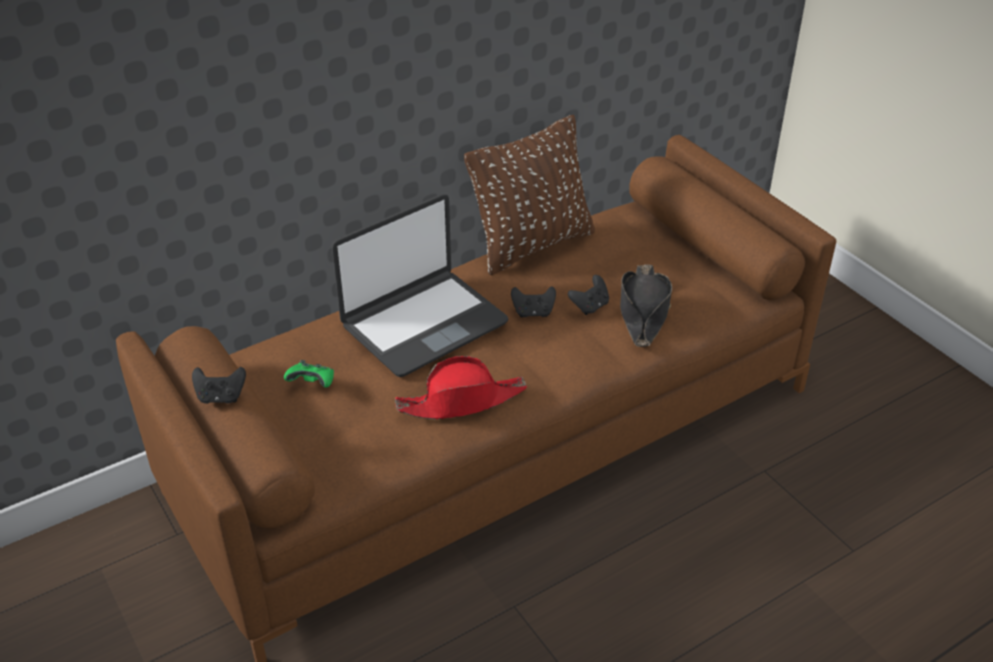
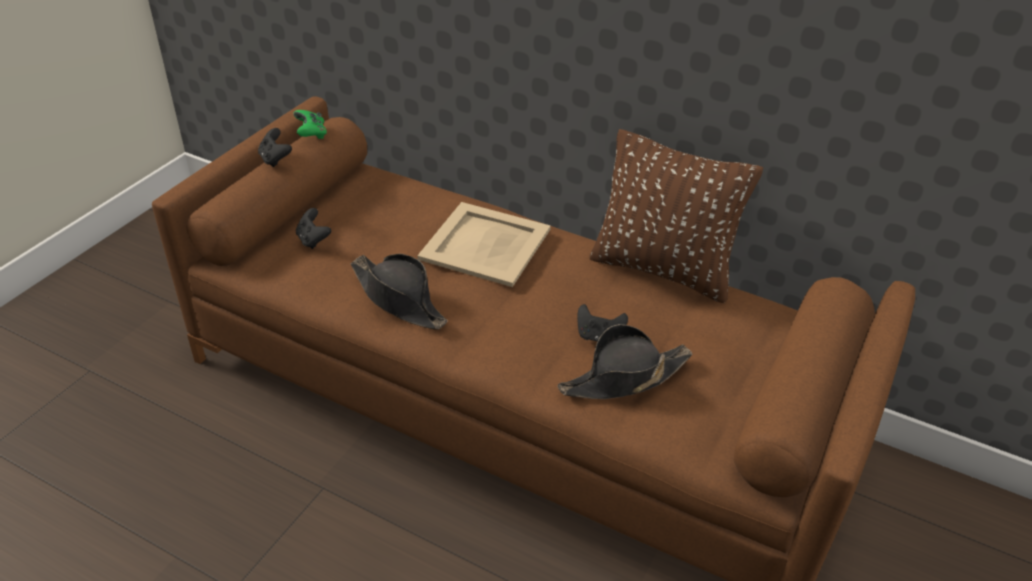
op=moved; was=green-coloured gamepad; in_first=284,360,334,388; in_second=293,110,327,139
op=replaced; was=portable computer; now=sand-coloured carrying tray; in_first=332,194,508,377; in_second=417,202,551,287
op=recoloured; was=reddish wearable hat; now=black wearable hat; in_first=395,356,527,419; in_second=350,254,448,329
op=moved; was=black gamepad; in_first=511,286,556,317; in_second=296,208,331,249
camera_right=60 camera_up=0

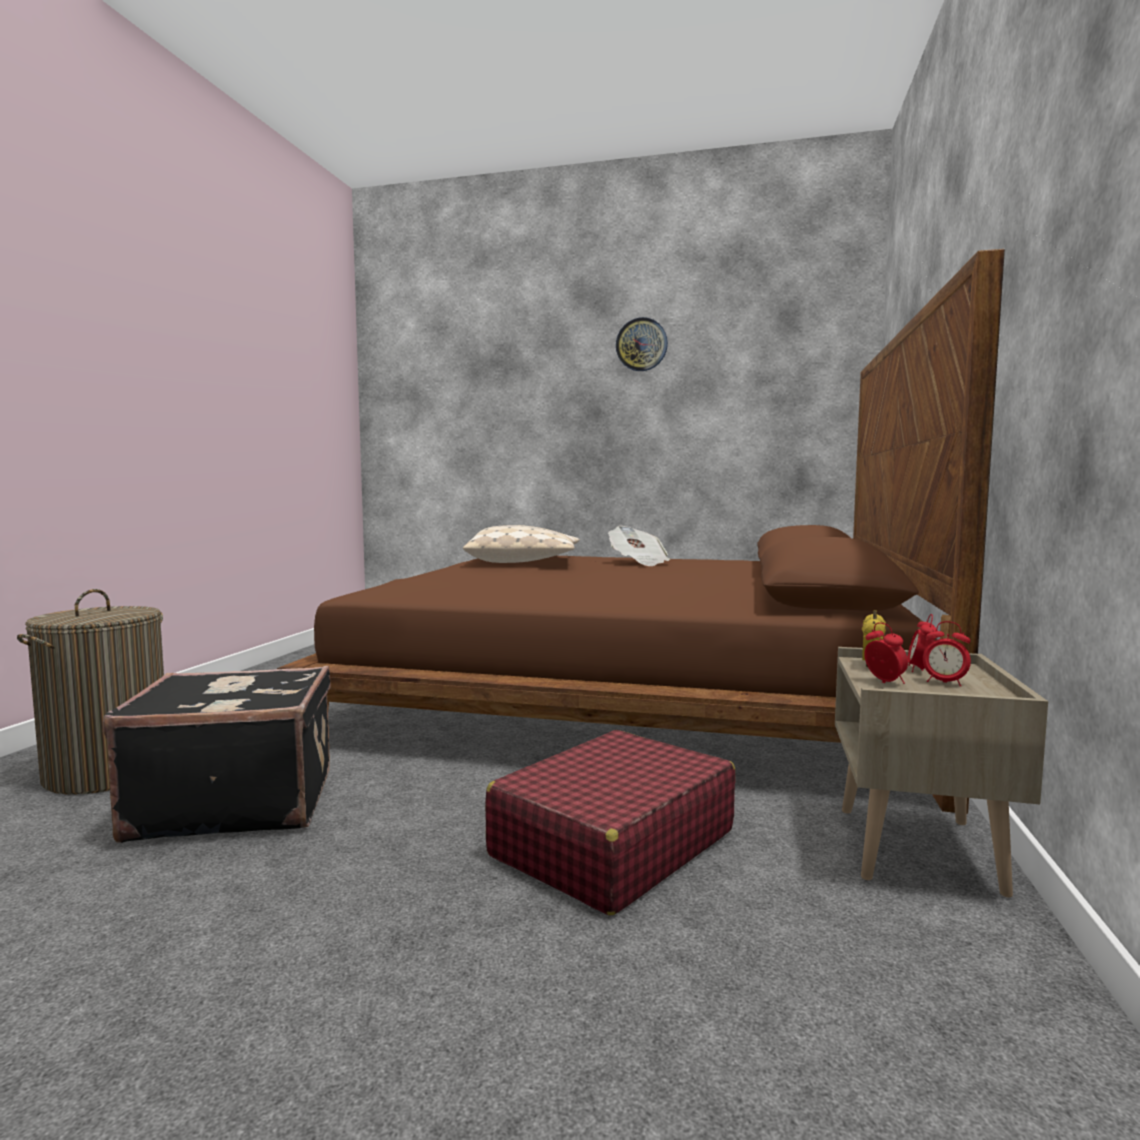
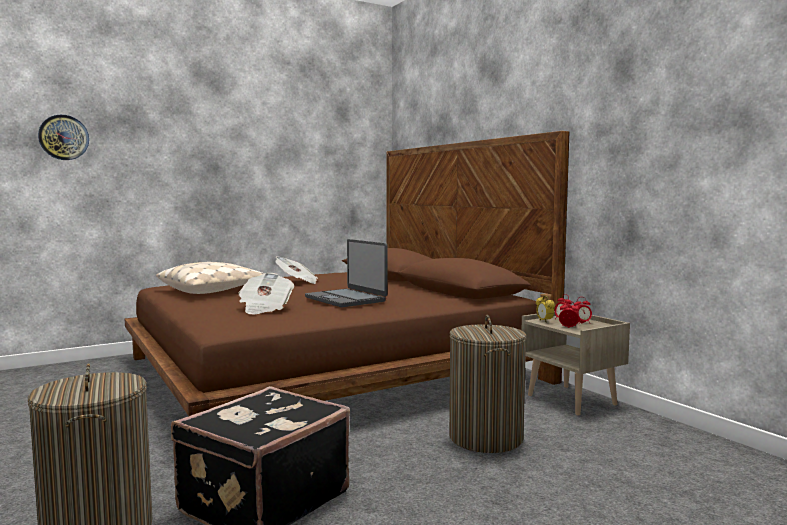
op=replaced; was=reddish travel case; now=laundry basket; in_first=485,730,736,915; in_second=449,315,527,453
op=moved; was=clock on the wall; in_first=616,317,668,371; in_second=38,115,89,160
op=added; now=printed paper; in_second=238,273,294,314
op=added; now=portable computer; in_second=305,239,388,307
camera_right=-45 camera_up=0

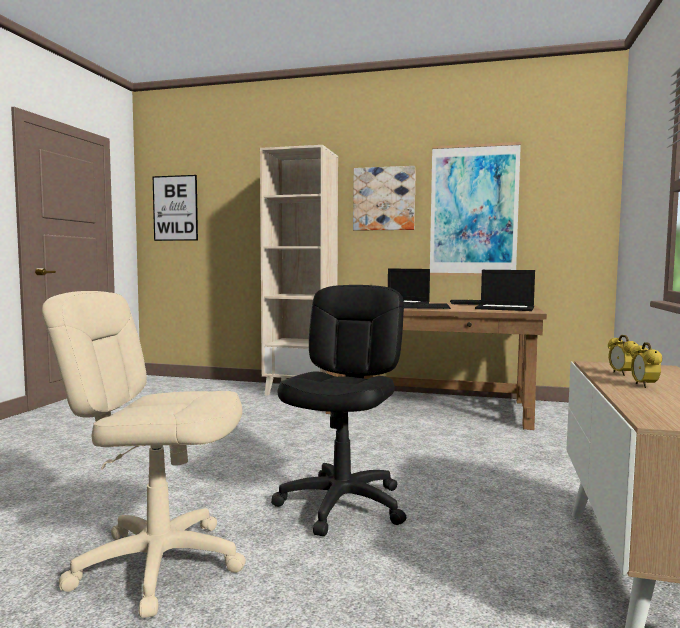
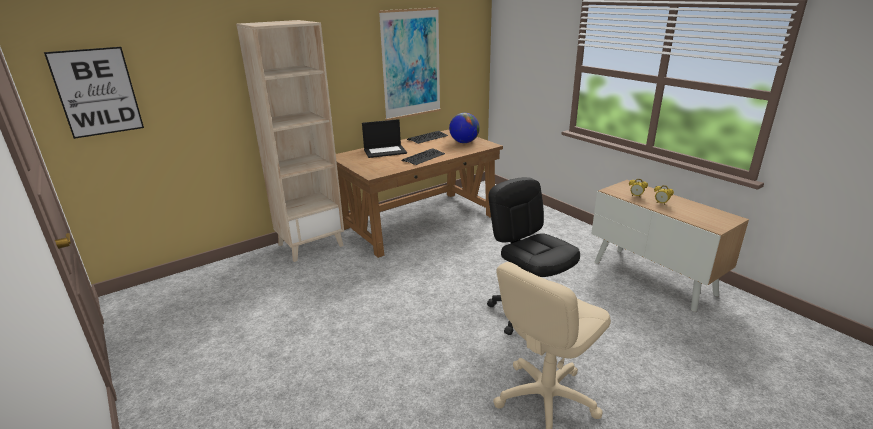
op=removed; was=wall art; in_first=353,166,416,231
op=replaced; was=portable computer; now=globe; in_first=475,270,535,311; in_second=449,113,480,143
camera_right=-50 camera_up=20

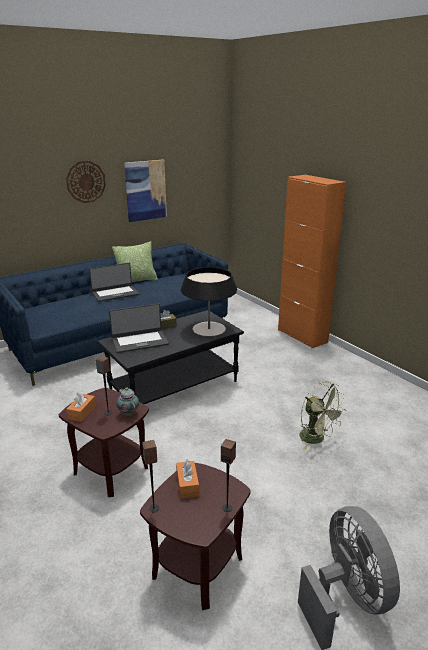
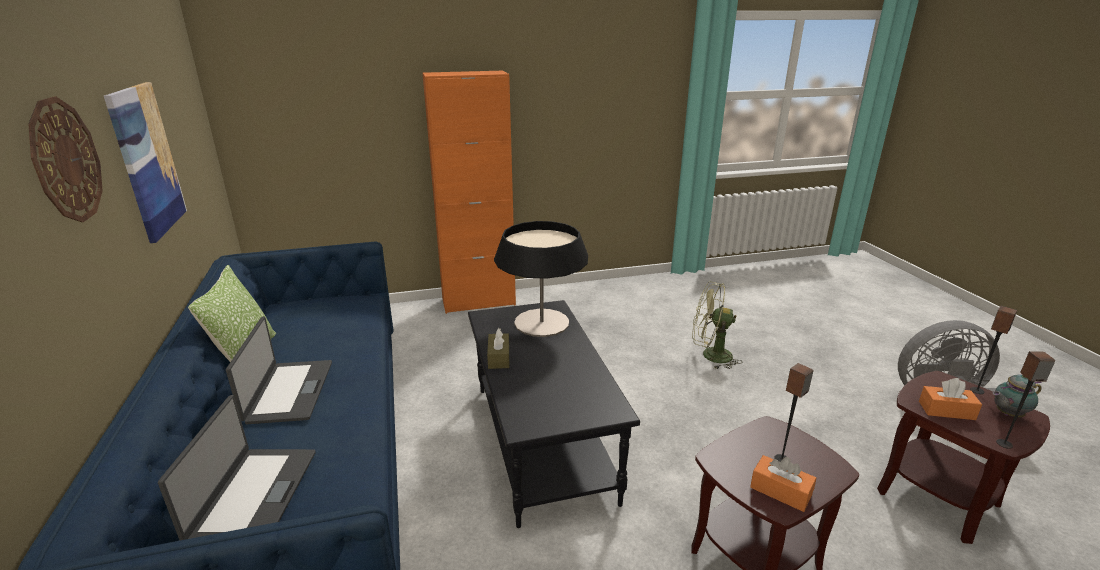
op=moved; was=portable computer; in_first=109,303,169,353; in_second=158,395,316,540
op=moved; was=pot for tea; in_first=117,387,139,416; in_second=993,374,1042,417
op=turned; was=green-coloured electric fan; in_first=299,381,346,450; in_second=692,281,742,369; clockwise=-150
camera_right=-70 camera_up=0

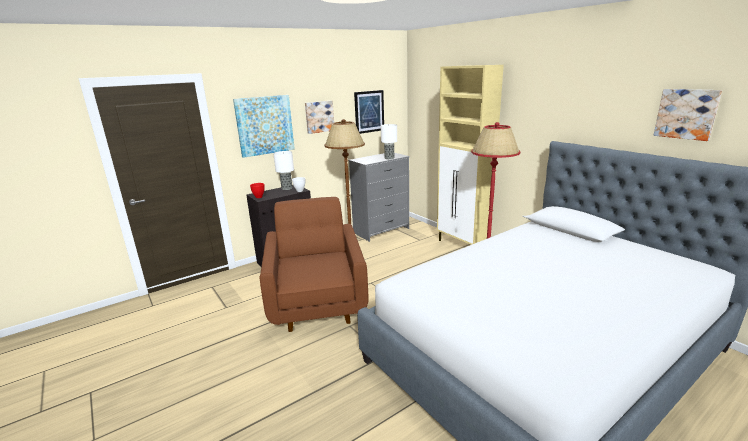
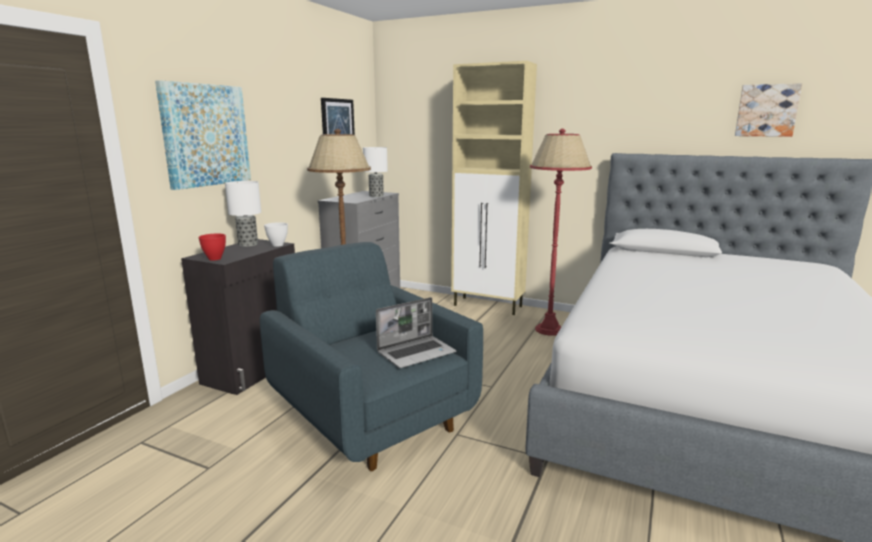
op=recoloured; was=brown lounge chair; now=bluish lounge chair; in_first=260,197,369,332; in_second=260,242,483,471
op=removed; was=wall art; in_first=305,101,334,134
op=added; now=portable computer; in_second=376,297,456,368
camera_right=-30 camera_up=-5

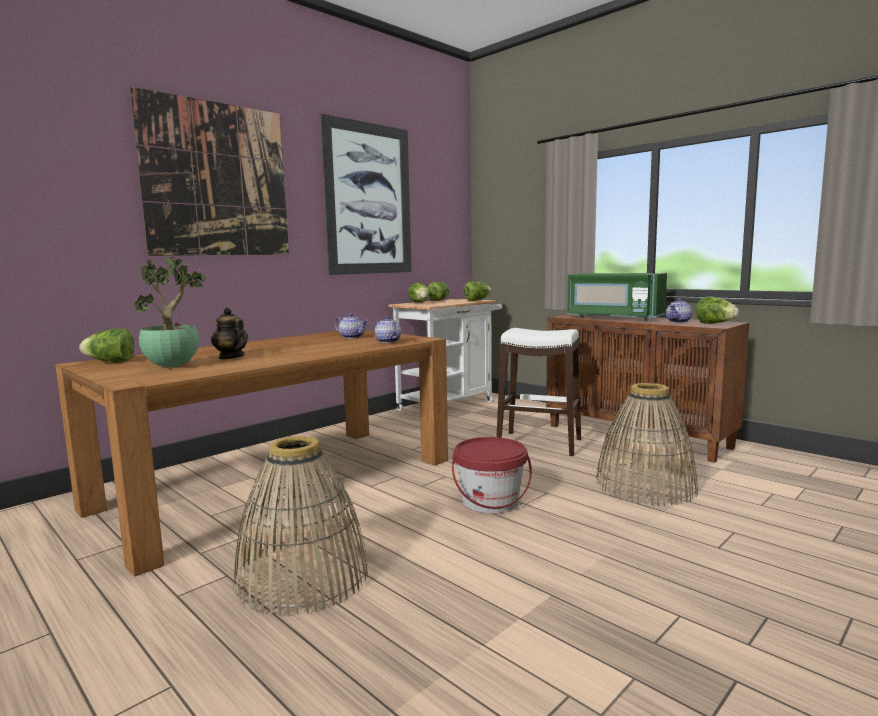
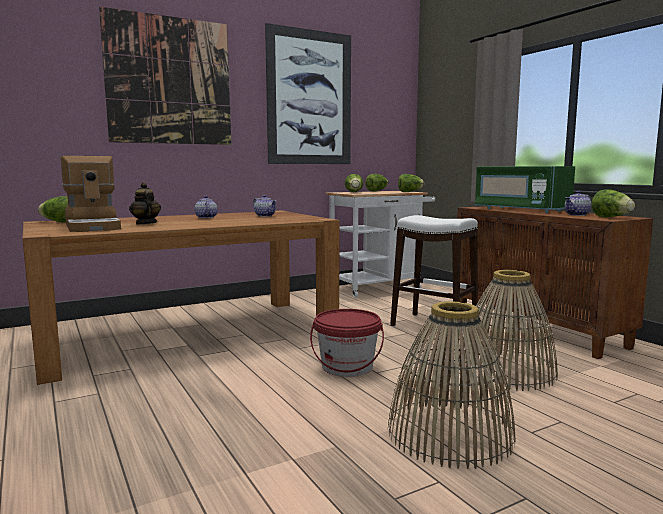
op=replaced; was=plant in a pot; now=coffee machine; in_first=134,257,205,367; in_second=61,156,121,232
op=moved; was=household basket; in_first=234,436,368,616; in_second=388,301,515,469
op=moved; was=pot for tea; in_first=375,316,401,343; in_second=195,196,217,218
camera_right=15 camera_up=0

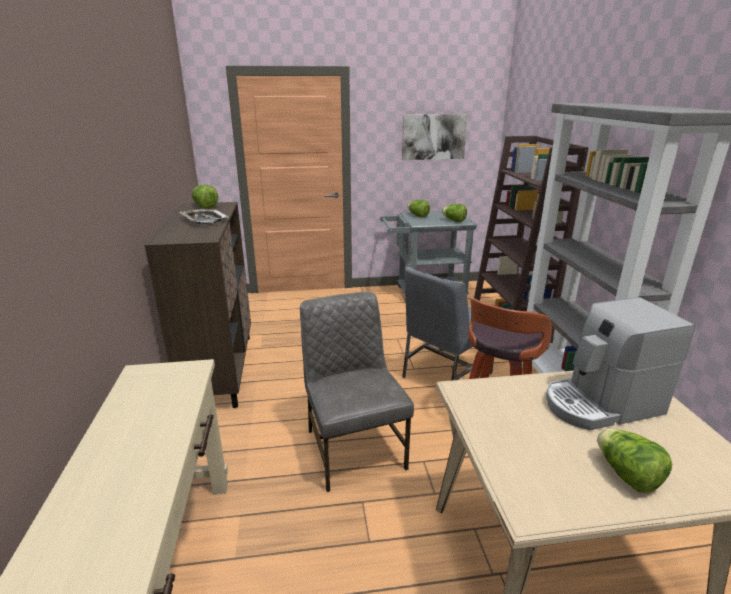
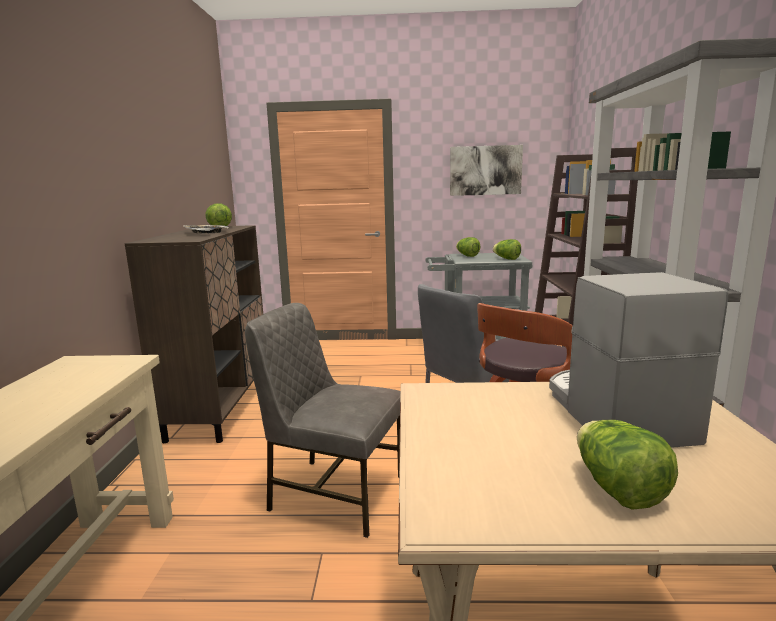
op=turned; was=greyish plain chair; in_first=300,292,414,492; in_second=245,303,400,538; clockwise=-60
op=turned; was=coffee machine; in_first=546,297,695,430; in_second=549,272,728,448; clockwise=90
camera_right=10 camera_up=-10

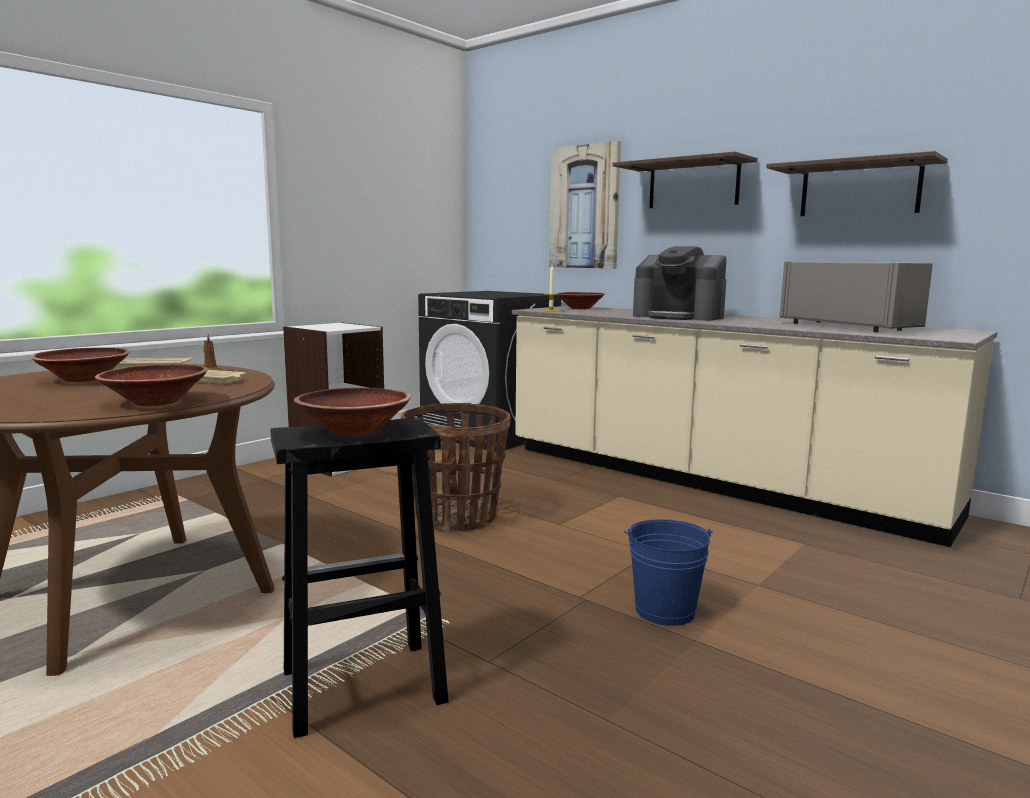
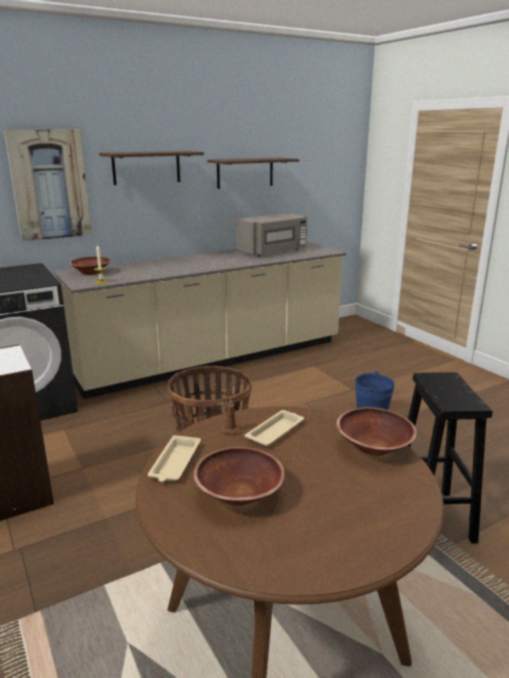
op=removed; was=brown bowl; in_first=294,388,411,437
op=removed; was=coffee machine; in_first=633,246,727,321
op=turned; was=greyish microwave; in_first=780,261,933,332; in_second=236,213,307,257; clockwise=150
camera_right=-70 camera_up=10

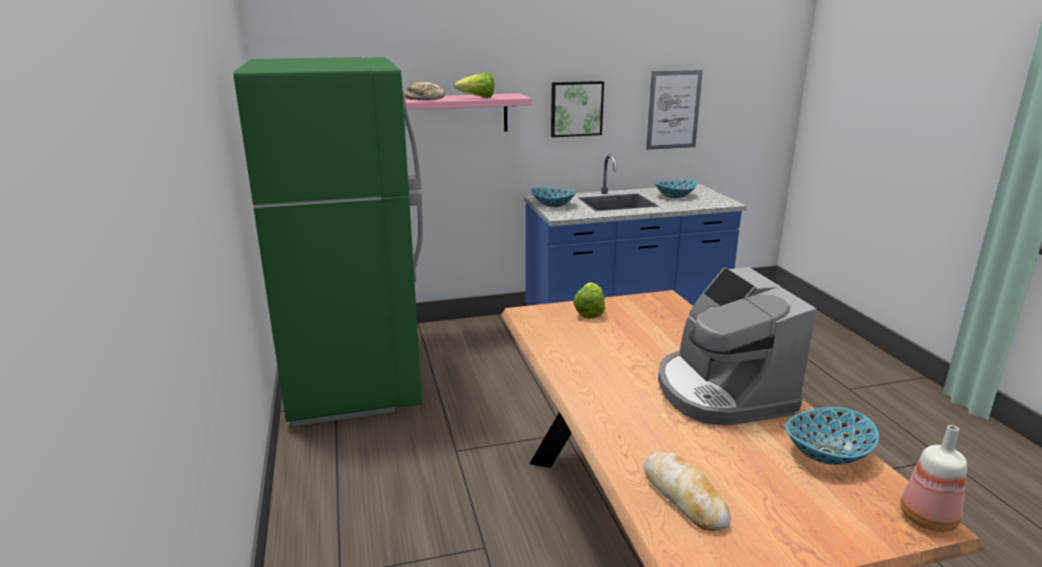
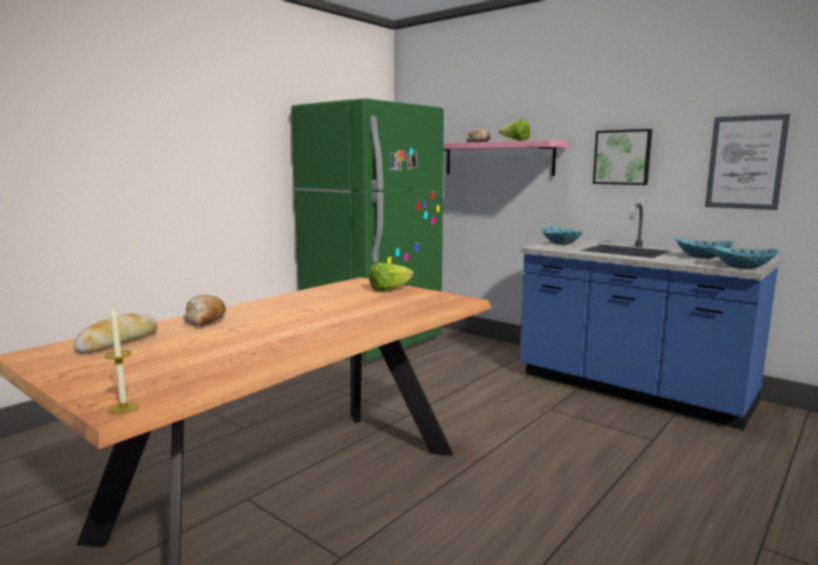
op=removed; was=coffee machine; in_first=658,267,816,426
op=moved; was=bowl; in_first=785,407,879,465; in_second=712,246,779,269
op=replaced; was=beverage bottle; now=wax light; in_first=900,425,967,532; in_second=105,309,139,415
op=added; now=bread; in_second=183,295,226,326
camera_right=55 camera_up=-10

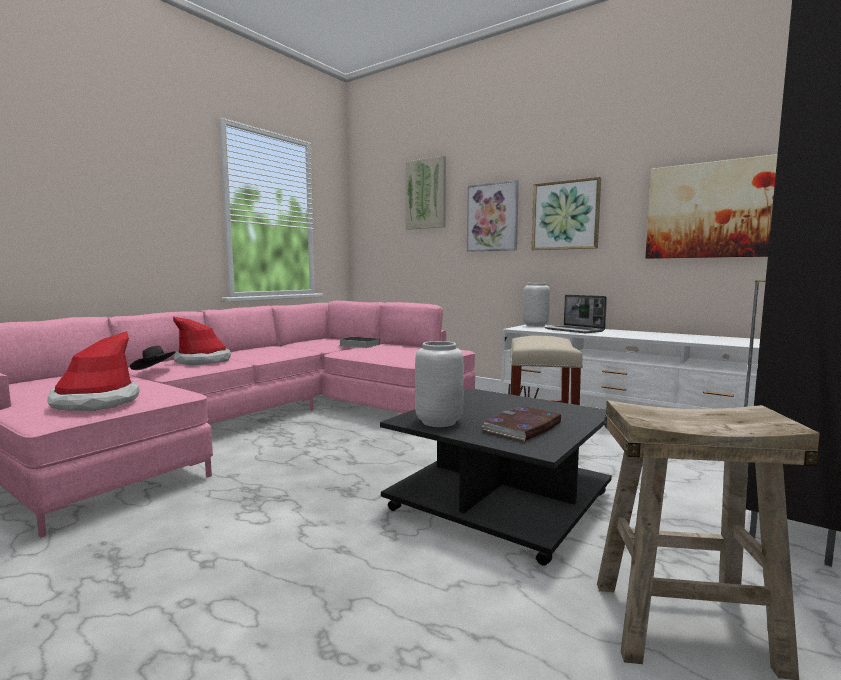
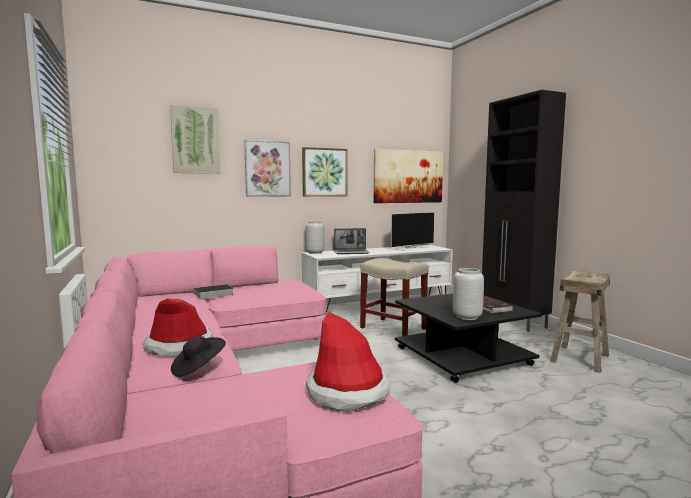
op=added; now=TV; in_second=391,212,435,251
camera_right=-60 camera_up=0

